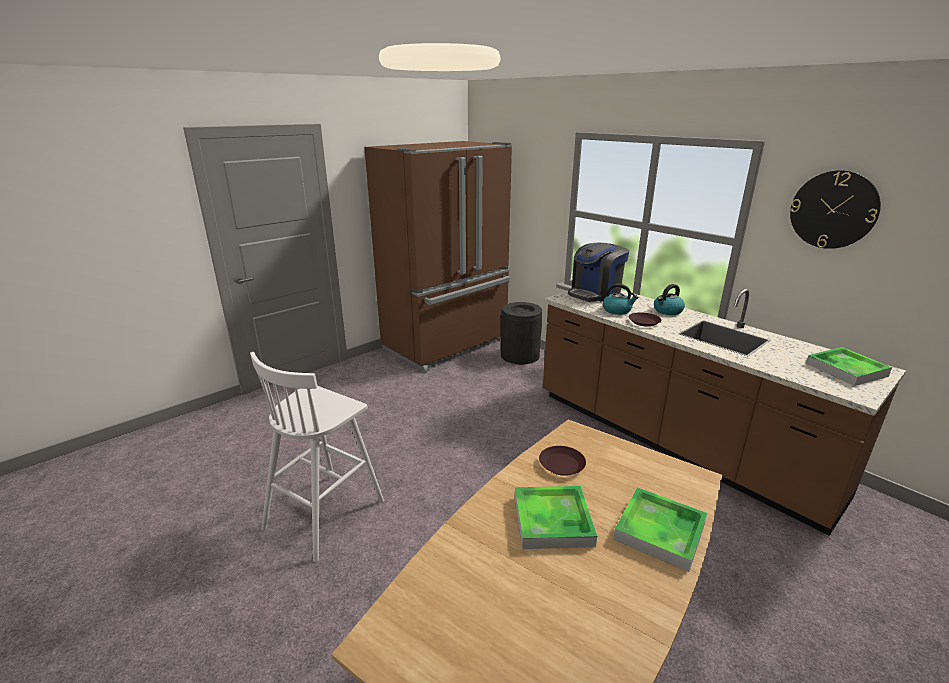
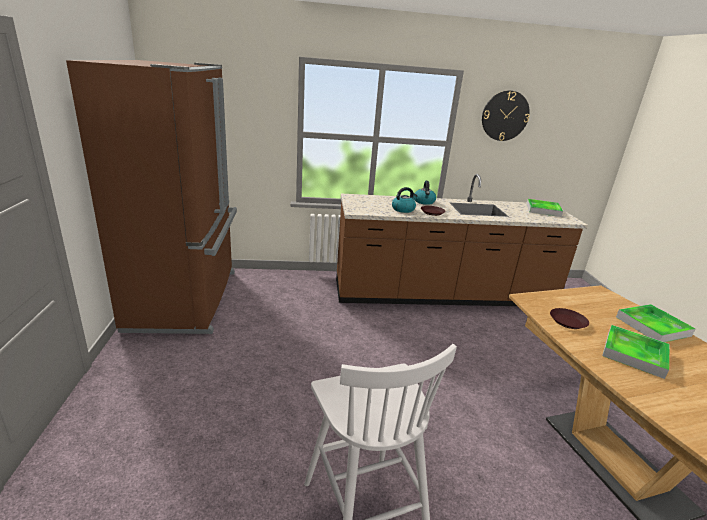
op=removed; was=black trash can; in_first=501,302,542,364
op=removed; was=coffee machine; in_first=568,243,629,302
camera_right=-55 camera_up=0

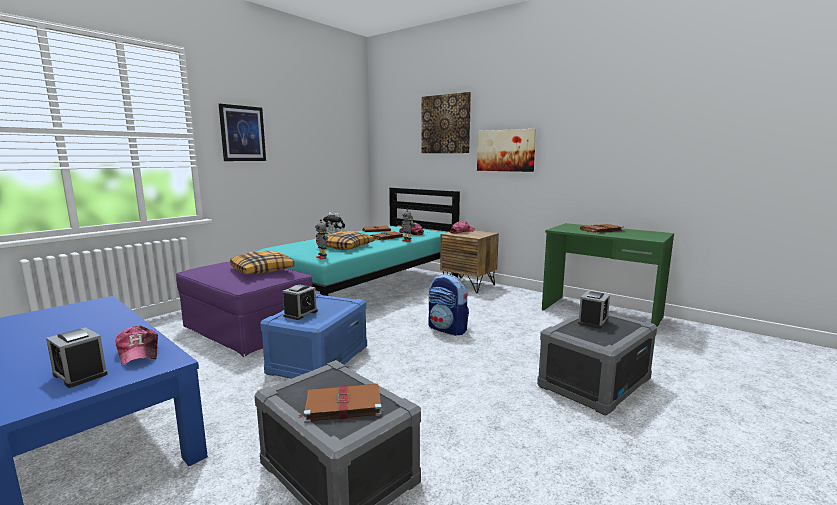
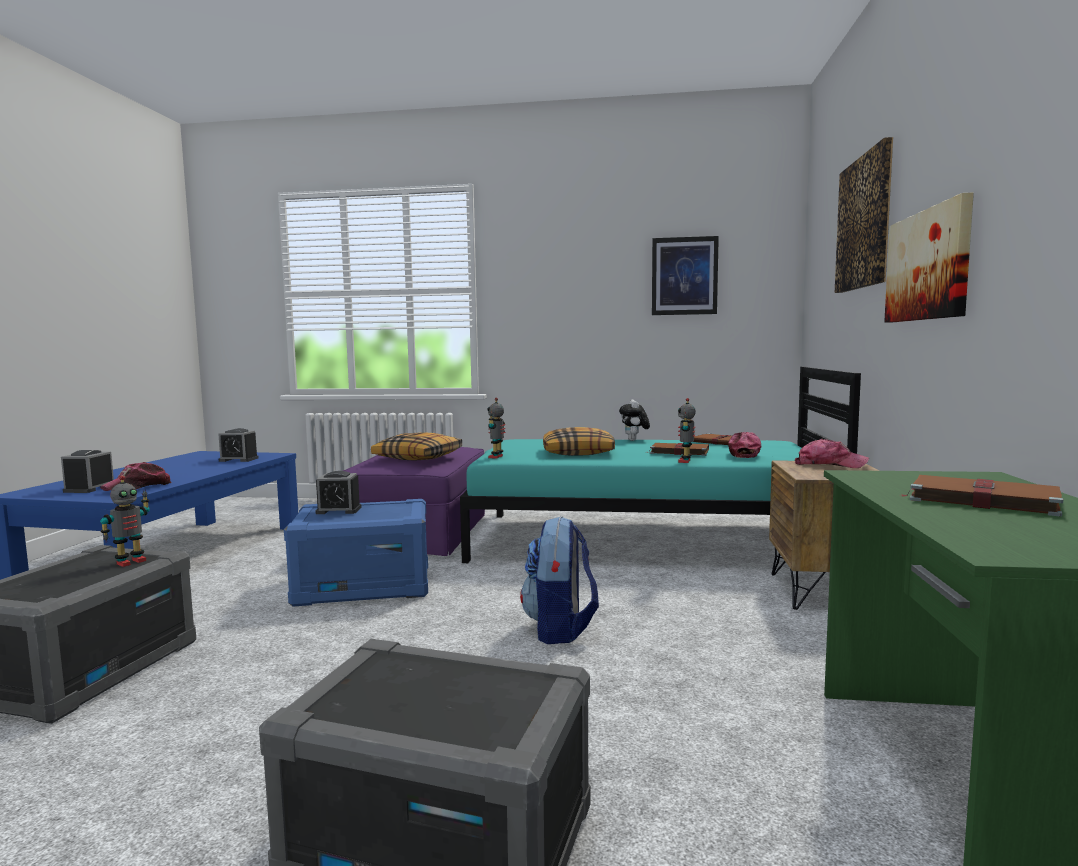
op=moved; was=wall art; in_first=219,104,266,161; in_second=652,236,719,315
op=removed; was=brown book; in_first=298,384,382,423
op=moved; was=table clock; in_first=578,291,610,329; in_second=218,428,259,462
op=added; now=robot figure; in_second=100,475,150,567
camera_right=60 camera_up=-5

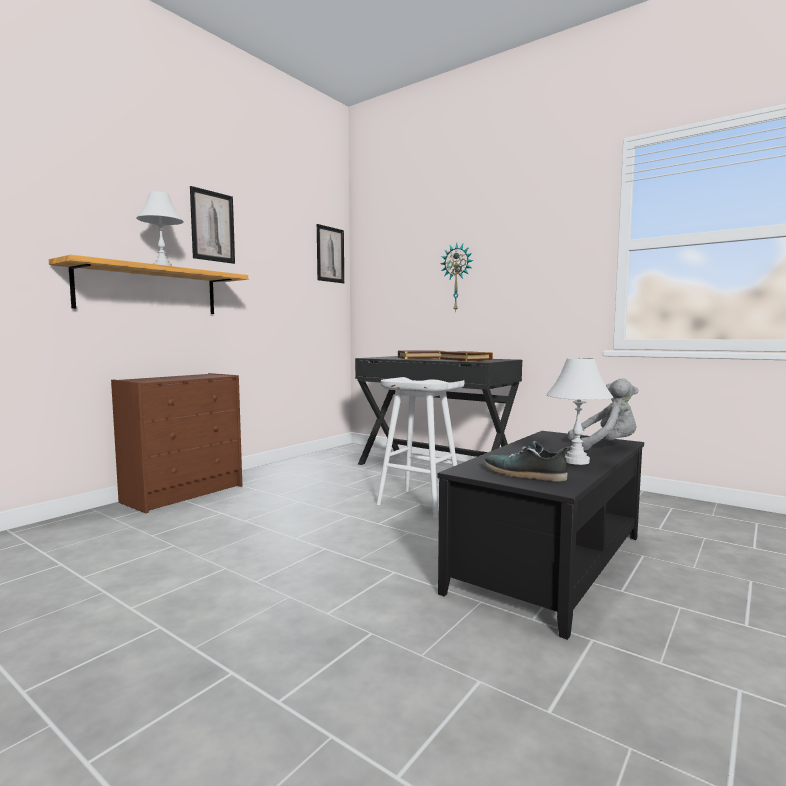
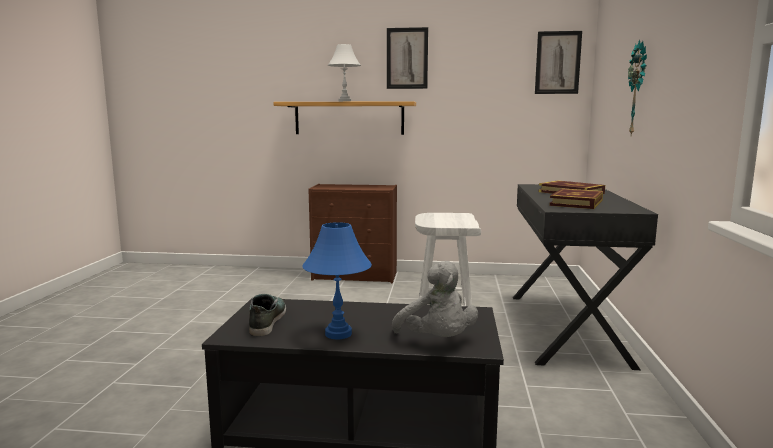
op=recoloured; was=whitish table lamp; now=bluish table lamp; in_first=546,358,613,465; in_second=302,222,372,340
camera_right=60 camera_up=5

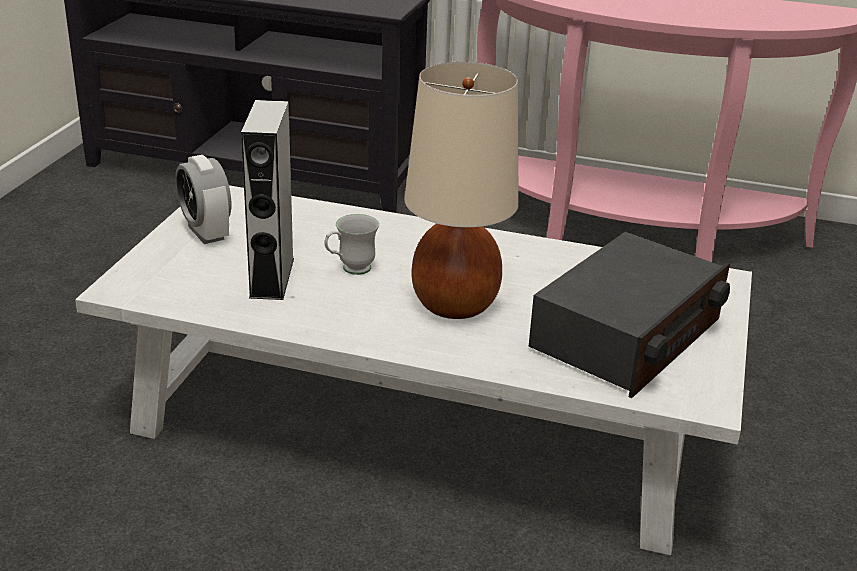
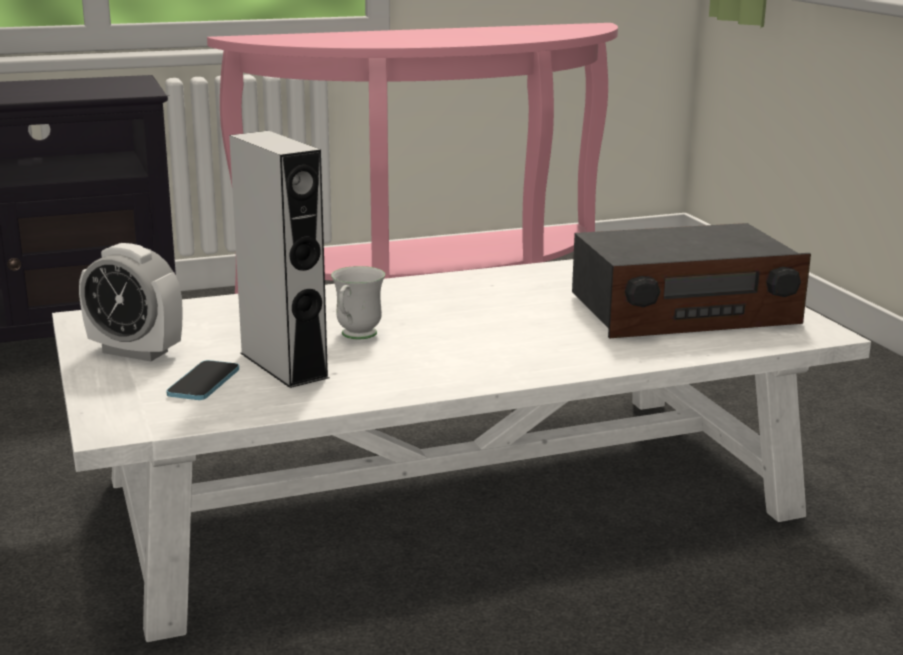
op=removed; was=sand-coloured table lamp; in_first=404,62,519,319
op=turned; was=radio set; in_first=529,232,730,398; in_second=572,223,811,338; clockwise=75
op=added; now=telephone; in_second=166,360,239,400
camera_right=-35 camera_up=-10

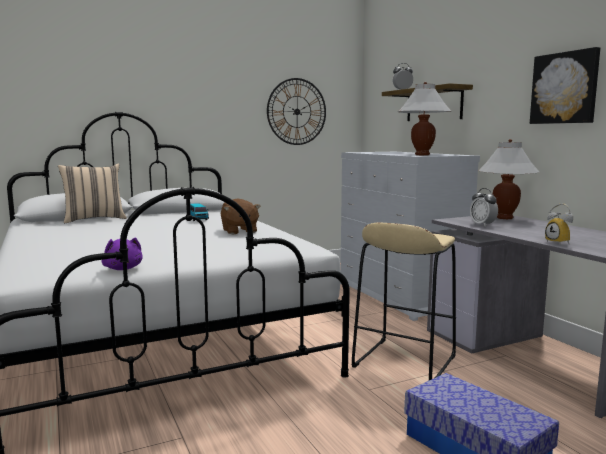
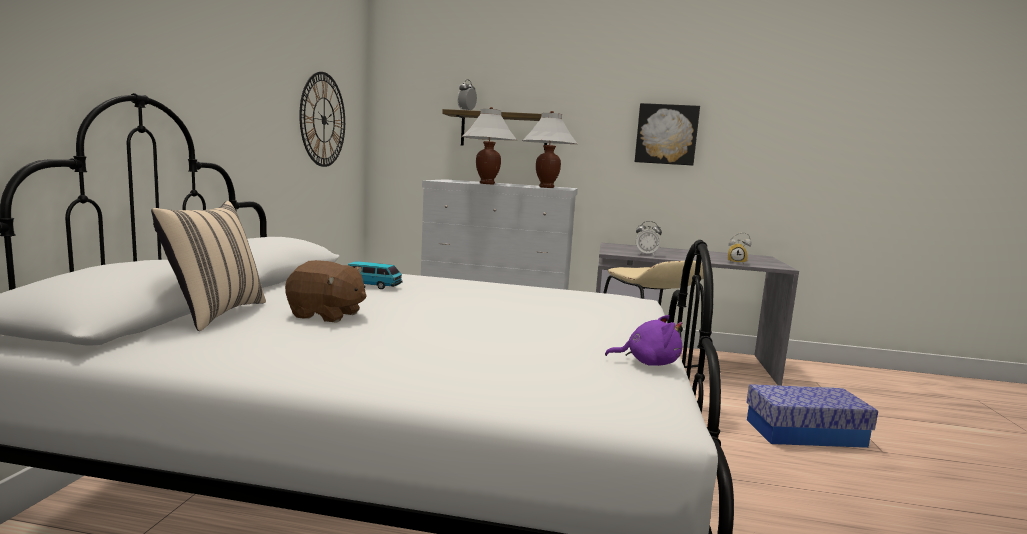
op=moved; was=brown soft toy; in_first=221,198,261,234; in_second=285,260,367,323
op=moved; was=whitish table lamp; in_first=478,139,540,219; in_second=462,107,517,184
camera_right=-55 camera_up=0

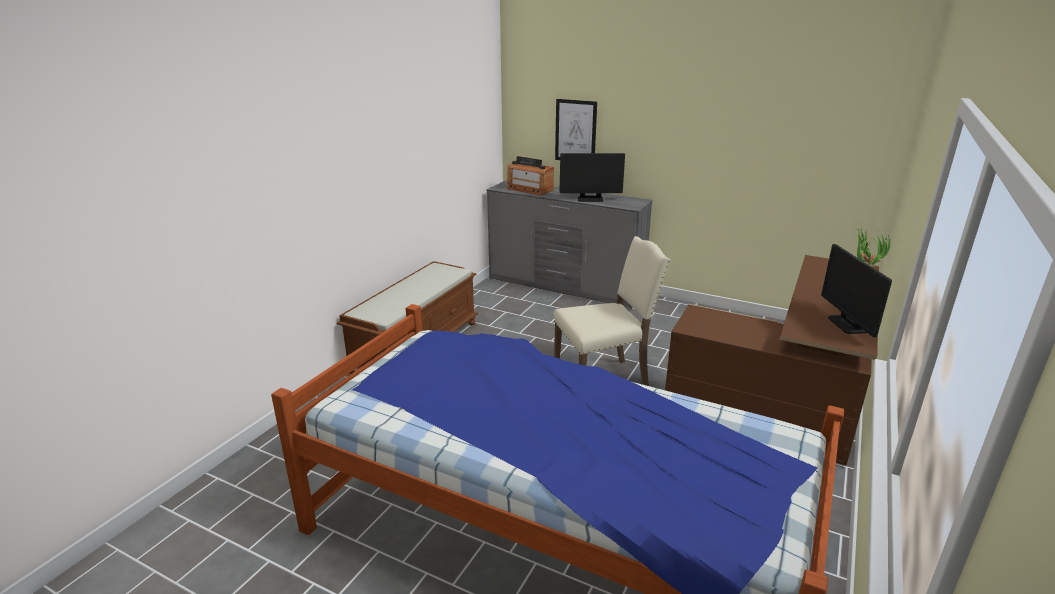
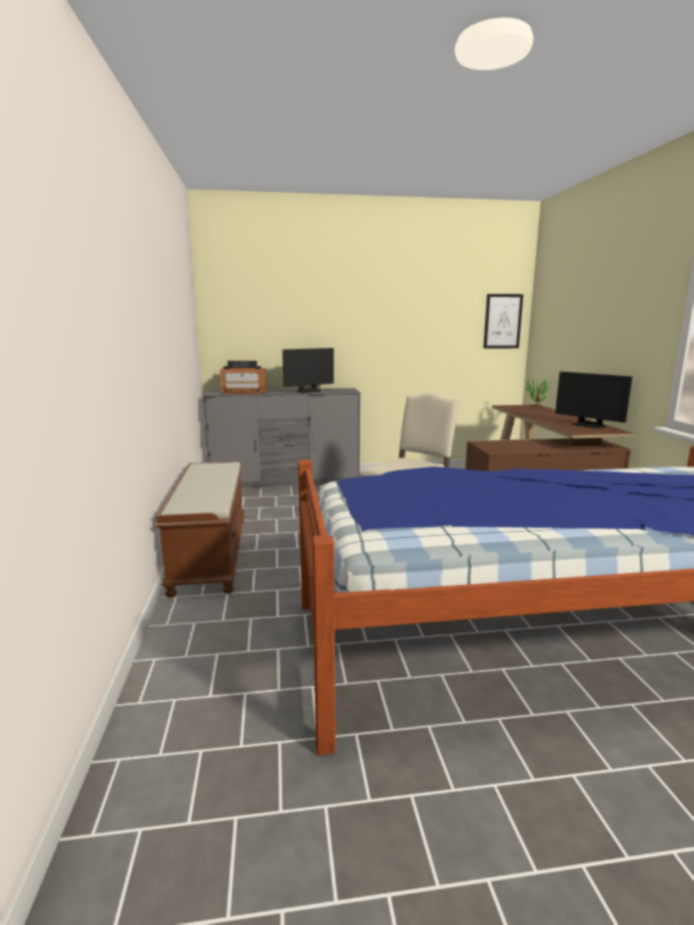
op=moved; was=wall art; in_first=555,99,597,160; in_second=483,294,523,349
camera_right=-35 camera_up=-10

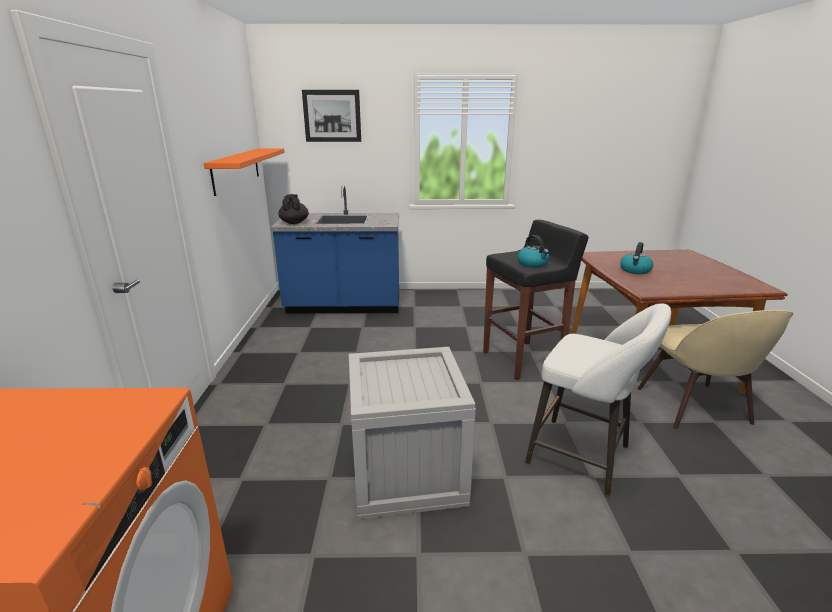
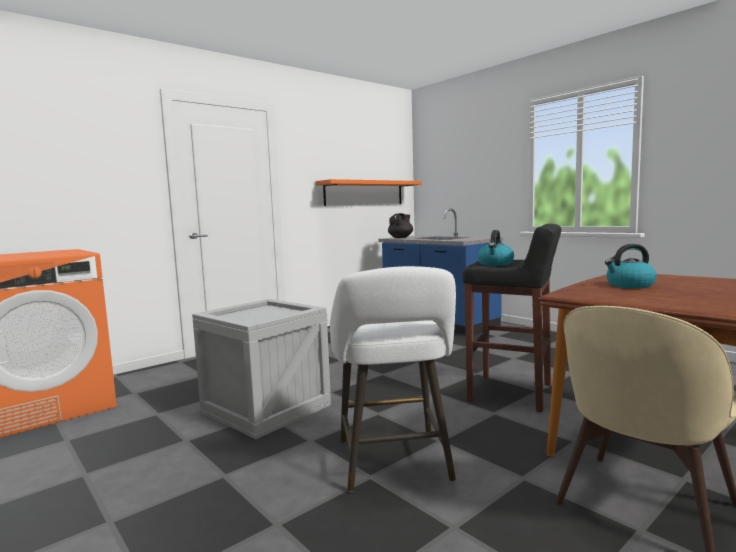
op=removed; was=wall art; in_first=302,90,361,142
camera_right=50 camera_up=-15

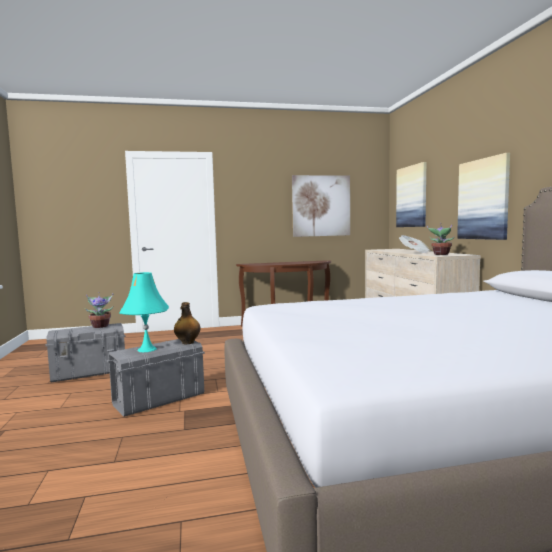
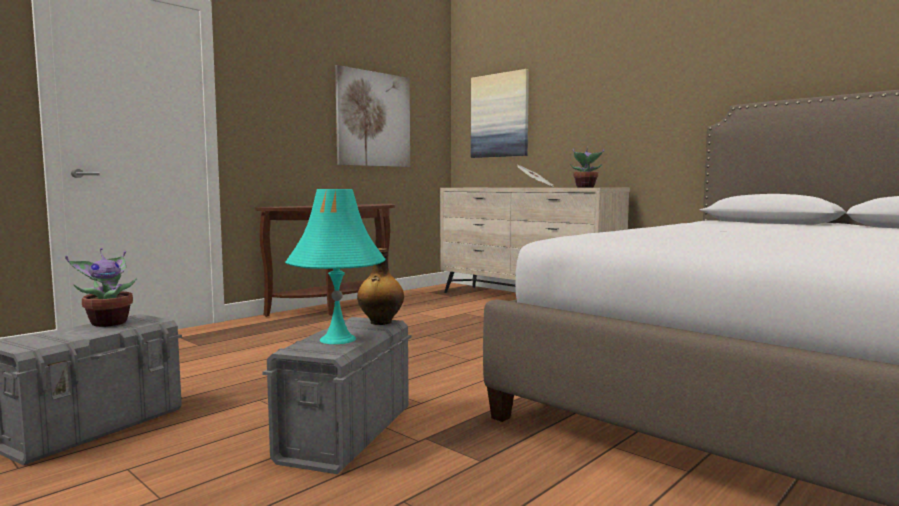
op=removed; was=wall art; in_first=457,153,510,240
camera_right=-35 camera_up=0

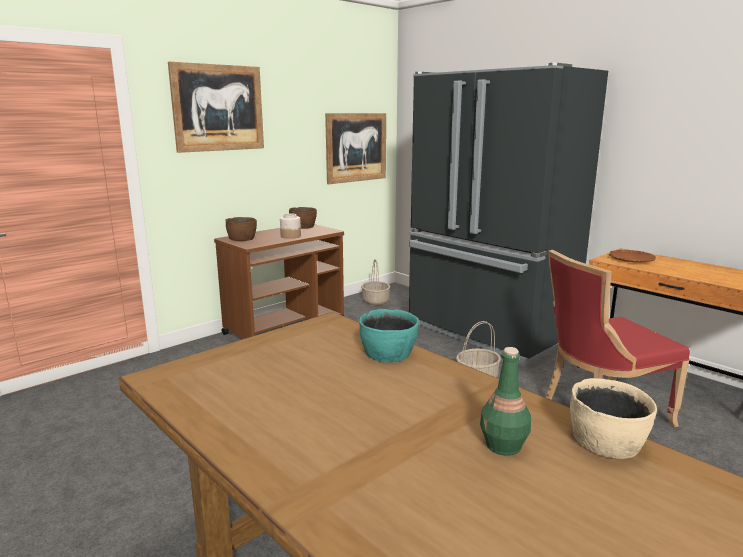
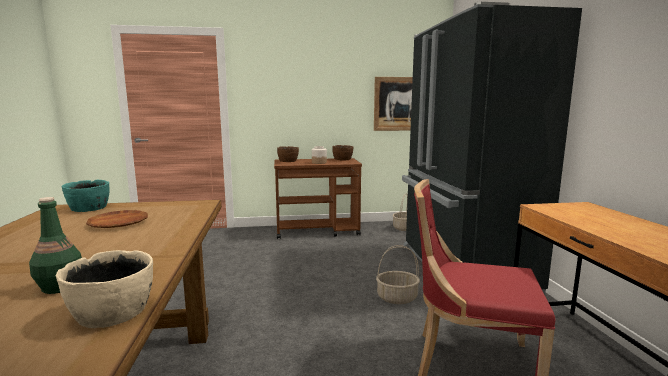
op=removed; was=wall art; in_first=168,62,264,153
op=moved; was=turquoise bowl; in_first=359,309,419,363; in_second=62,180,110,212
op=moved; was=brown plate; in_first=609,250,656,263; in_second=86,210,148,228
camera_right=35 camera_up=-5

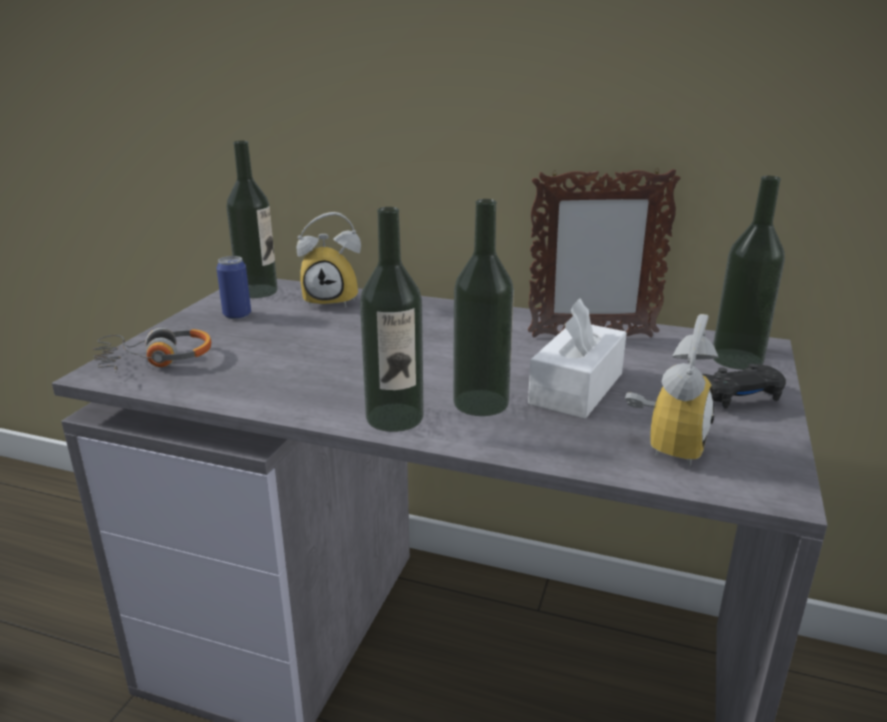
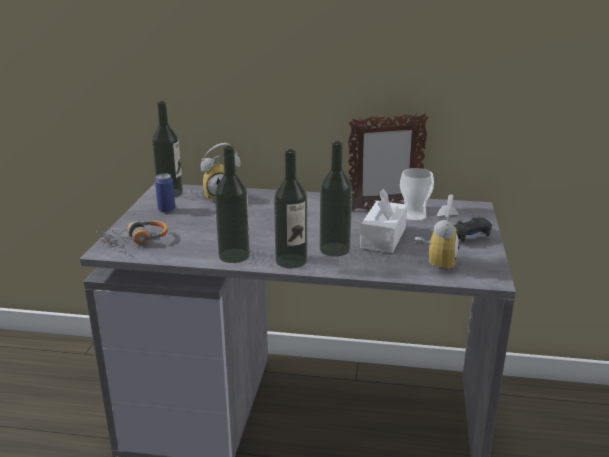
op=moved; was=beverage bottle; in_first=713,176,785,370; in_second=215,145,250,263
op=added; now=small cup; in_second=400,168,434,222
camera_right=-10 camera_up=0

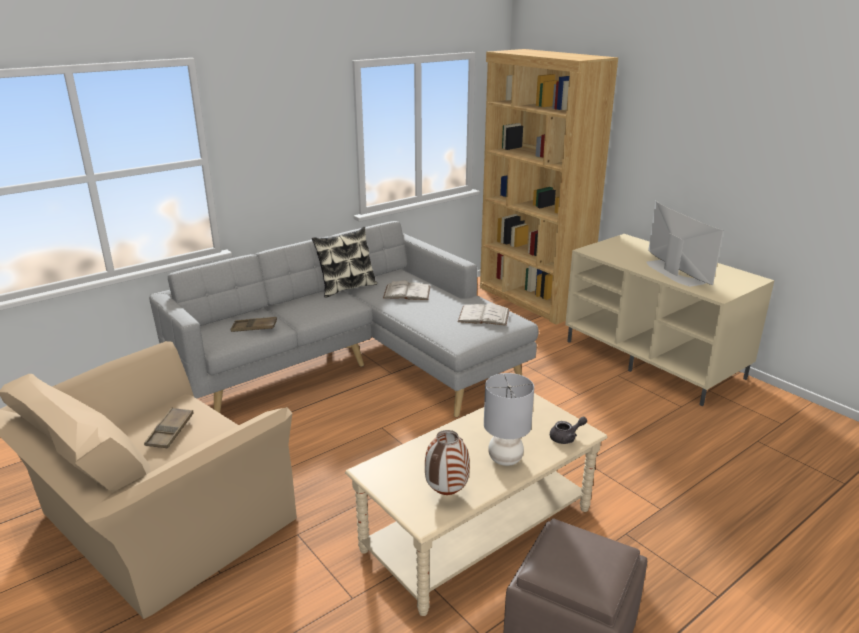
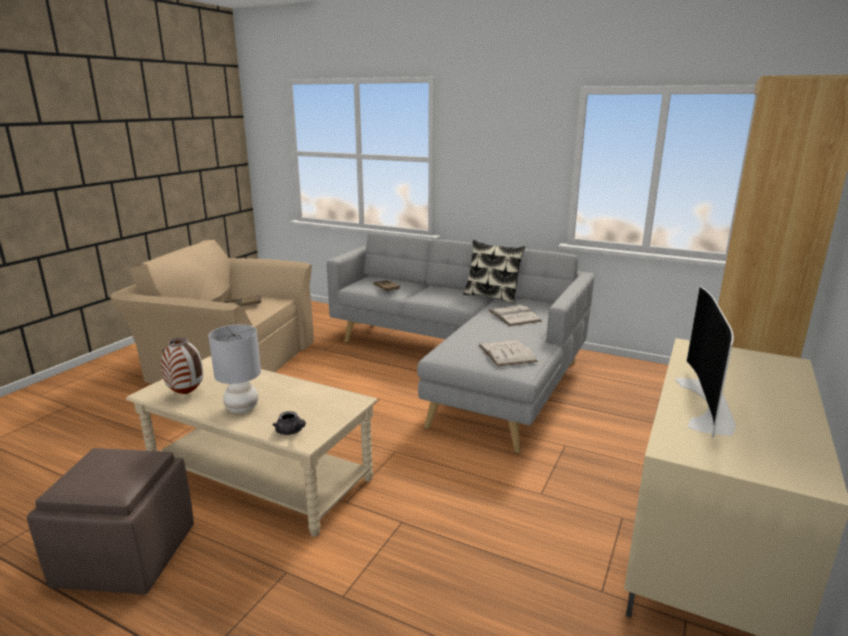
op=turned; was=TV; in_first=647,201,724,287; in_second=675,286,735,438; clockwise=150
camera_right=65 camera_up=-5

